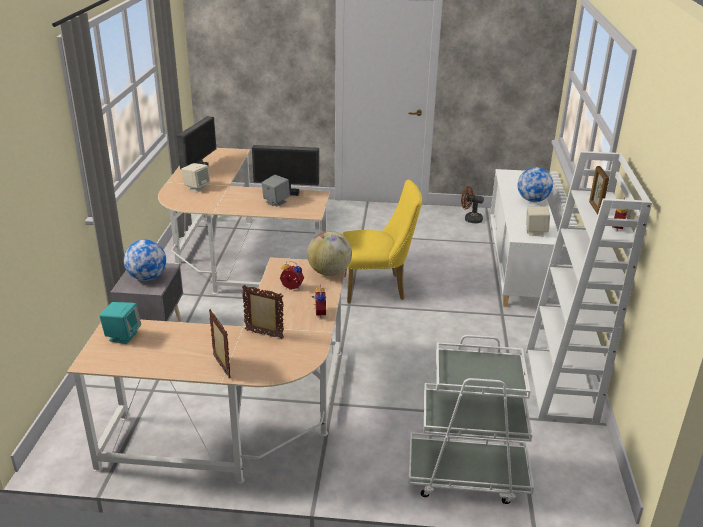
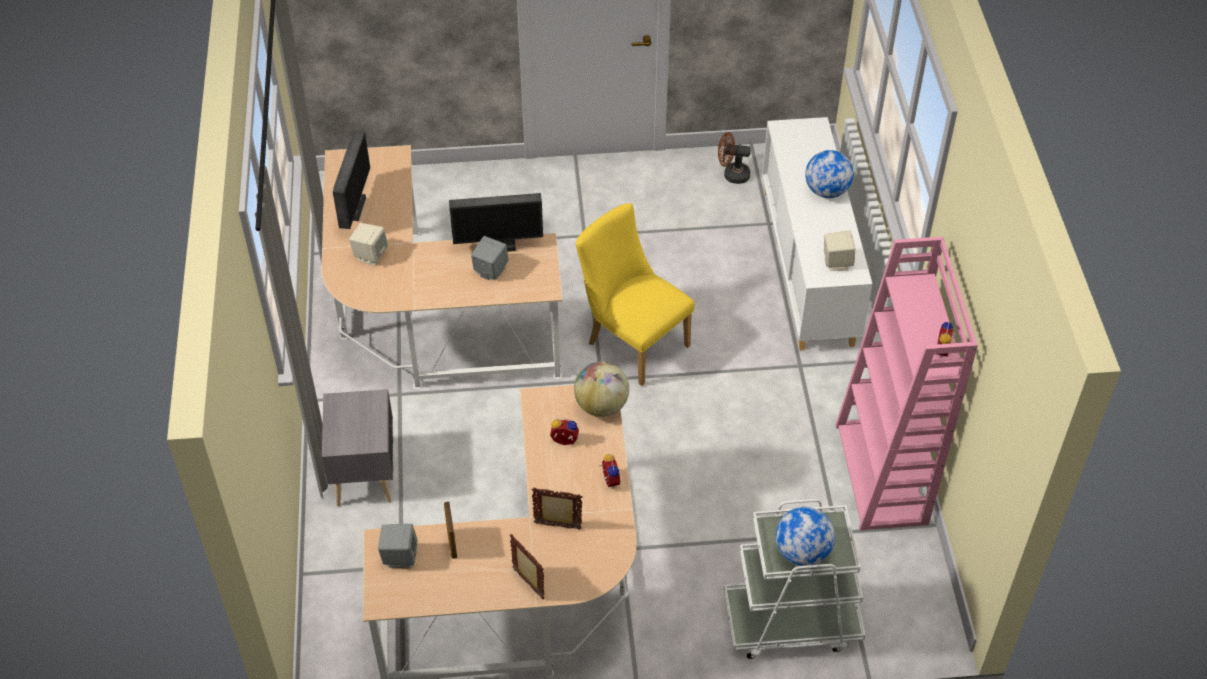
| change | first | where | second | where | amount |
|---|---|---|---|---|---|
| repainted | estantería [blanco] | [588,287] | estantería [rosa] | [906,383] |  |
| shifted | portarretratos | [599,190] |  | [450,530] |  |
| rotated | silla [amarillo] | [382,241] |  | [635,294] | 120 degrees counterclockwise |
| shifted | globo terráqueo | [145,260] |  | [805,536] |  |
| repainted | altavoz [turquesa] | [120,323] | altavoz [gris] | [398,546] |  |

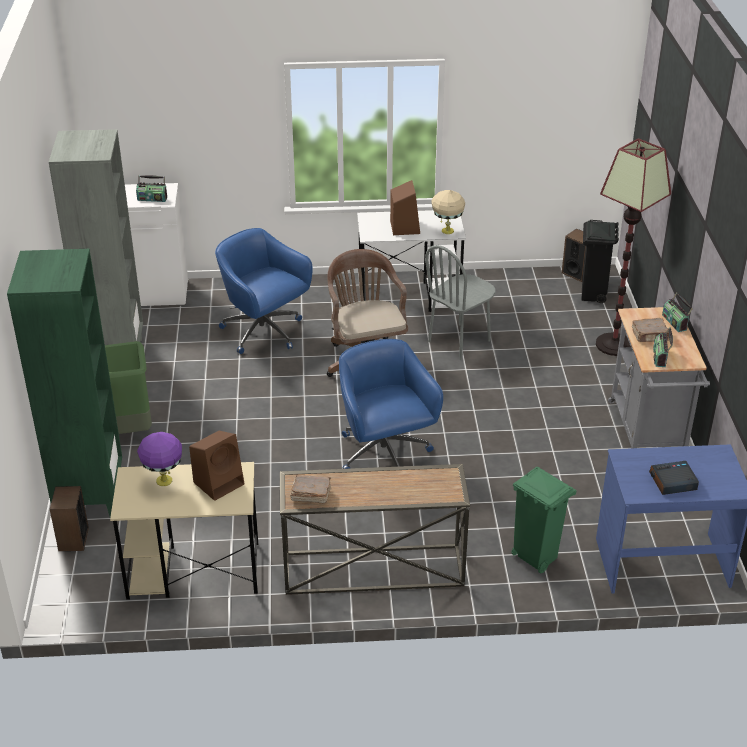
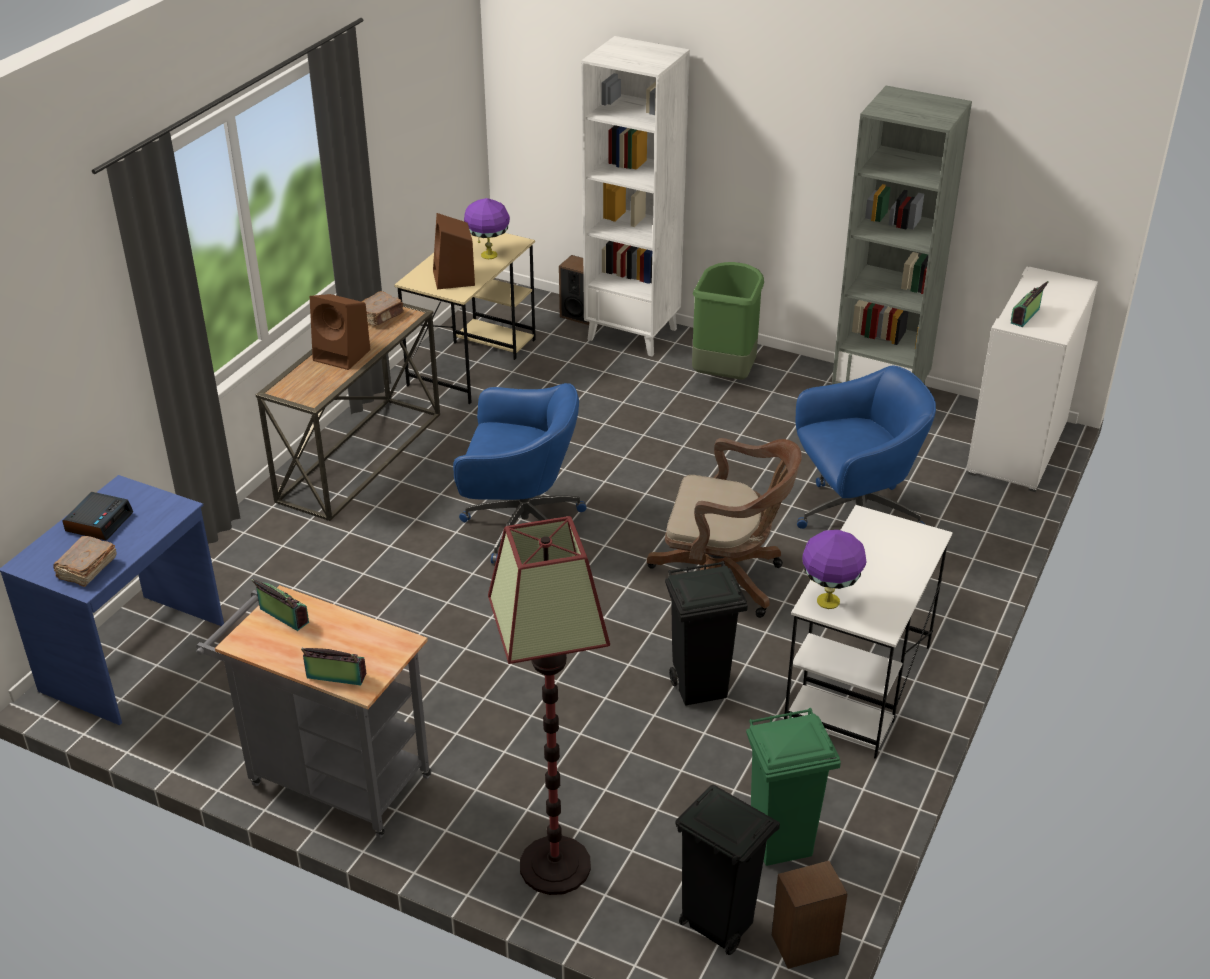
| change | first | where | second | where | amount |
|---|---|---|---|---|---|
| shifted | altavoz [marrón] | [405,207] |  | [340,332] |  |
| repainted | lámpara de mesa [beis] | [448,212] | lámpara de mesa [morado] | [834,569] |  |
| swapped | silla [gris] | [460,302] | papelera [negro] | [706,633] |  |
| repainted | estantería [verde] | [64,383] | estantería [blanco] | [635,196] |  |
| shifted | libro [marrón] | [650,330] |  | [84,561] |  |
| shifted | papelera [verde] | [544,520] |  | [793,787] |  |

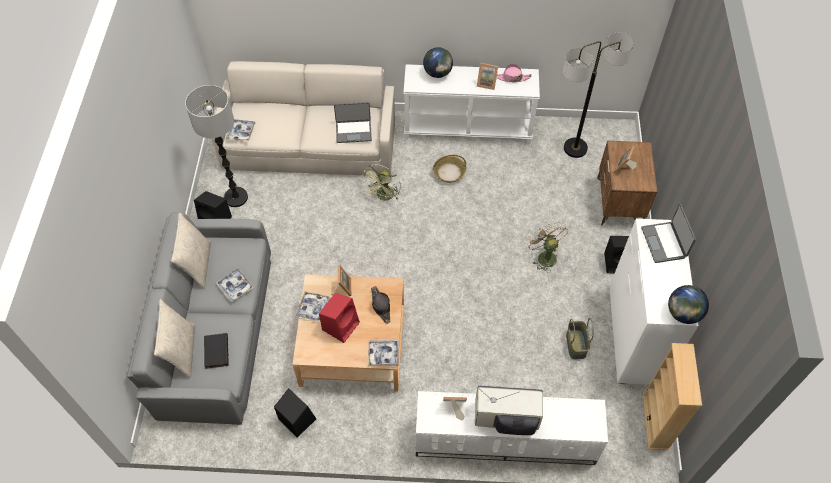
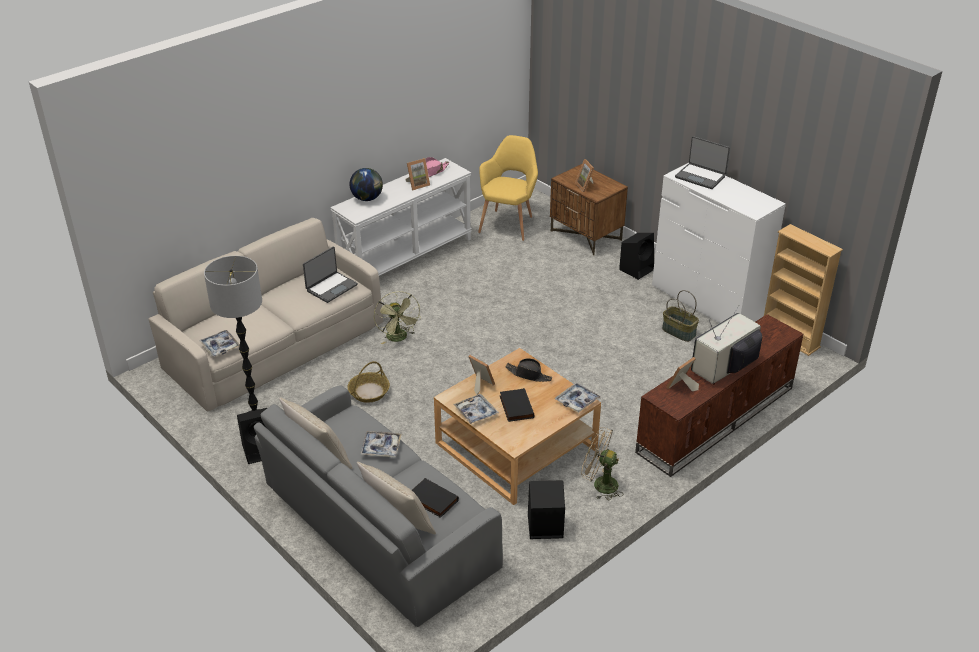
| change | first | where | second | where | amount |
|---|---|---|---|---|---|
| swapped | lámpara de pie | [598,95] | sillón [amarillo] | [508,188] |  |
| shifted | cesta | [449,169] |  | [369,382] |  |
| shifted | ventilador [beis] | [547,247] |  | [602,463] |  |
| gone | globo terráqueo | [688,304] |  |  |  |
| swapped | altavoz [rojo] | [339,318] | libro [negro] | [517,405] |  |
| repainted | mueble de televisión [blanco] | [512,428] | mueble de televisión [marrón] | [719,395] |  |

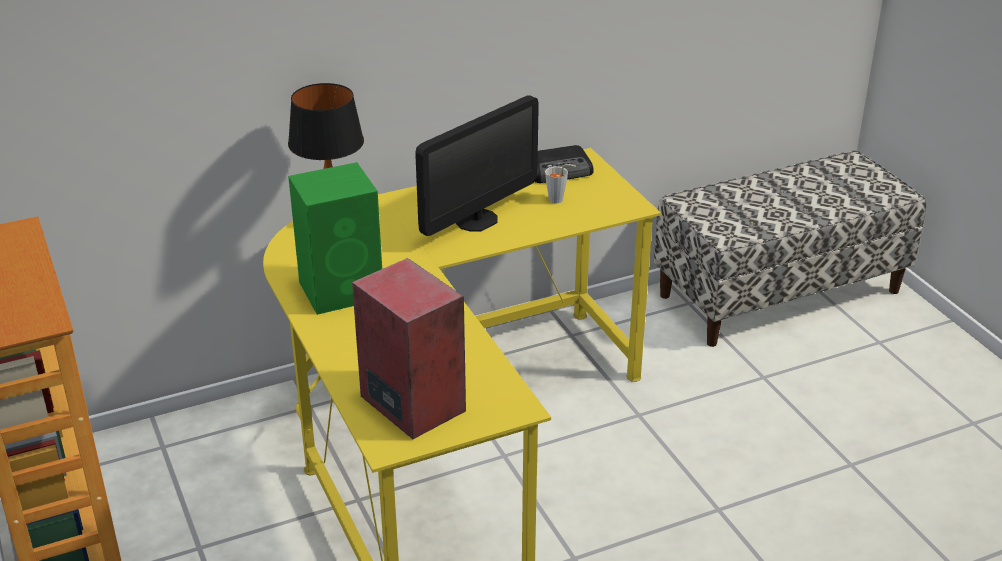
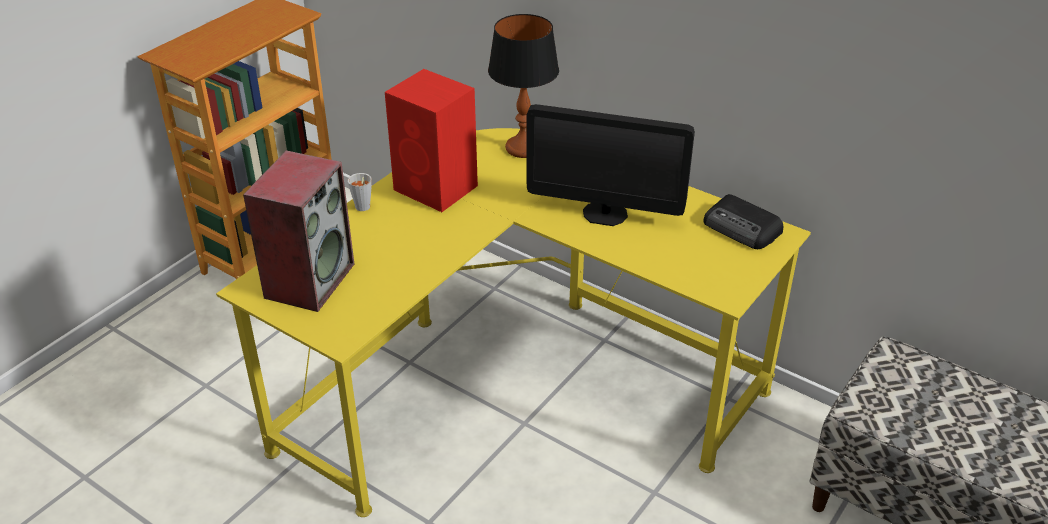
| change | first | where | second | where | amount |
|---|---|---|---|---|---|
| repainted | altavoz [verde] | [335,238] | altavoz [rojo] | [431,140] |  |
| shifted | taza [gris] | [560,183] |  | [360,192] |  |

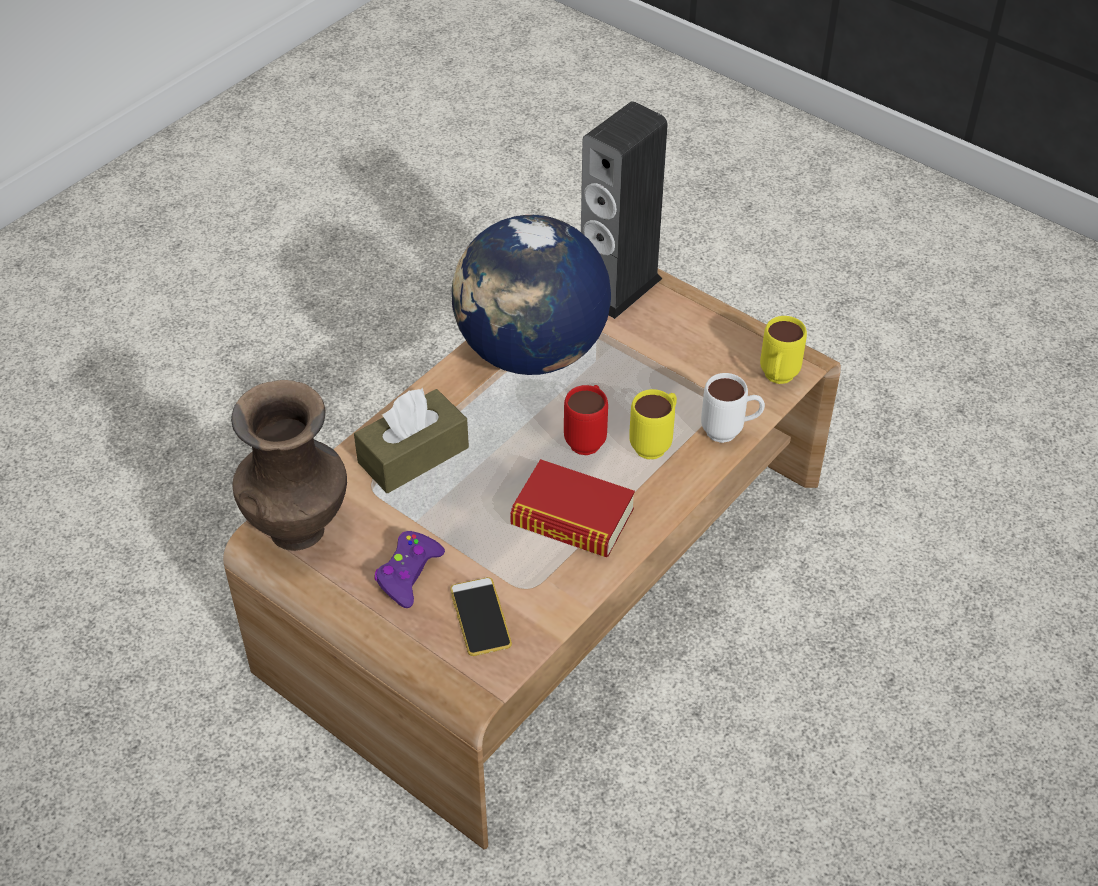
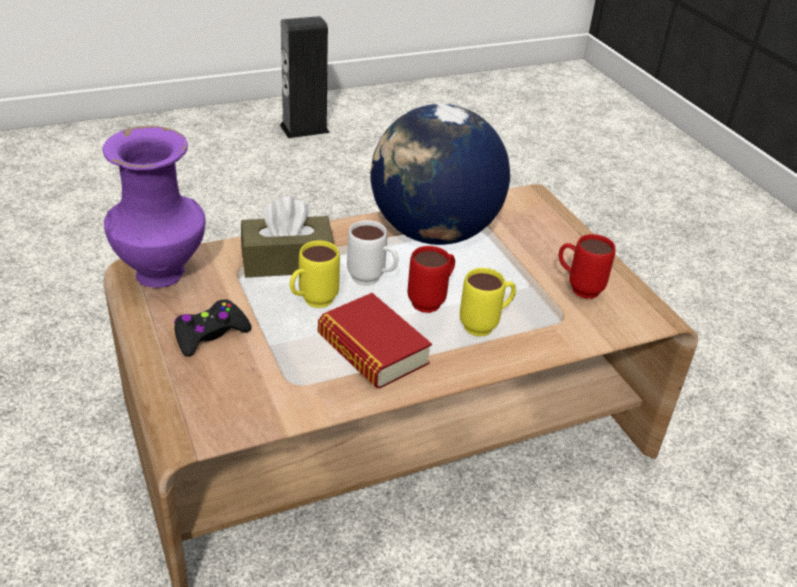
| change | first | where | second | where | amount |
|---|---|---|---|---|---|
| shifted | altavoz | [624,210] |  | [305,77] |  |
| shifted | taza grande [amarillo] | [783,350] |  | [315,274] |  |
| shifted | taza grande [blanco] | [733,408] |  | [372,252] |  |
| repainted | florero [marrón] | [289,465] | florero [morado] | [154,207] |  |
| repainted | mando de consola [morado] | [409,569] | mando de consola [negro] | [212,328] |  |
| gone | móvil | [481,616] |  |  |  |
| new |  |  | taza grande [rojo] | [587,266] |  |

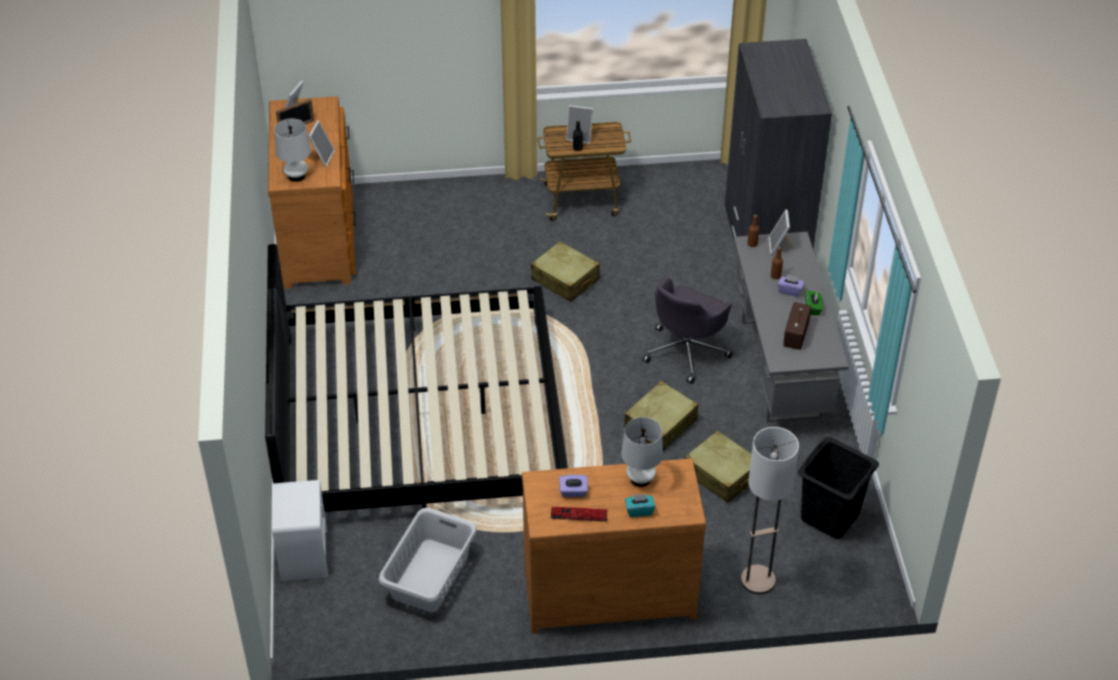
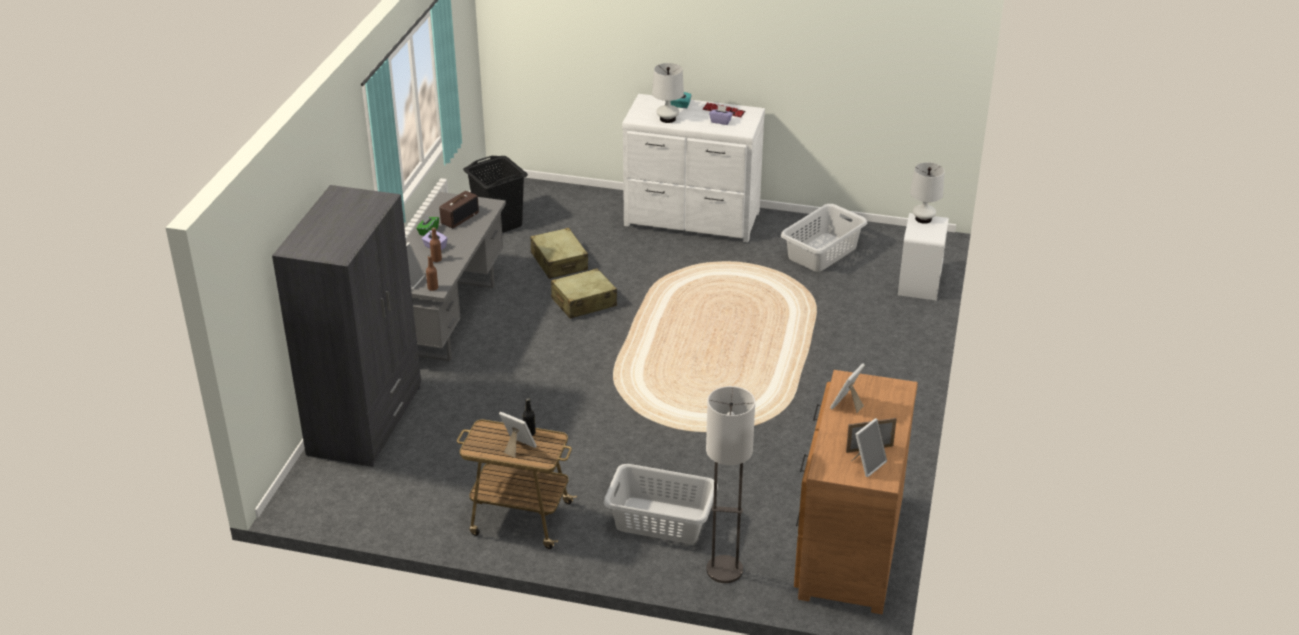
| change | first | where | second | where | amount |
|---|---|---|---|---|---|
| shifted | lámpara de mesa [blanco] | [292,150] |  | [927,193] |  |
| gone | maleta [beis] | [565,271] |  |  |  |
| gone | cama | [416,378] |  |  |  |
| gone | silla de oficina [gris] | [687,330] |  |  |  |
| shifted | lámpara de pie | [770,510] |  | [730,484] |  |
| repainted | cómoda [marrón] | [614,545] | cómoda [blanco] | [693,168] |  |
| new |  |  | cesto de la ropa [gris] | [661,504] |  |

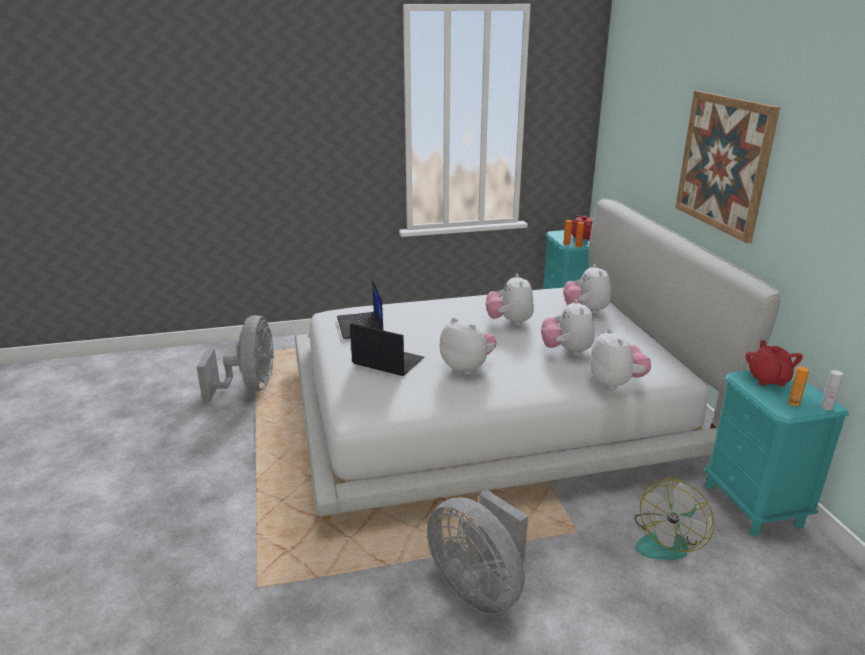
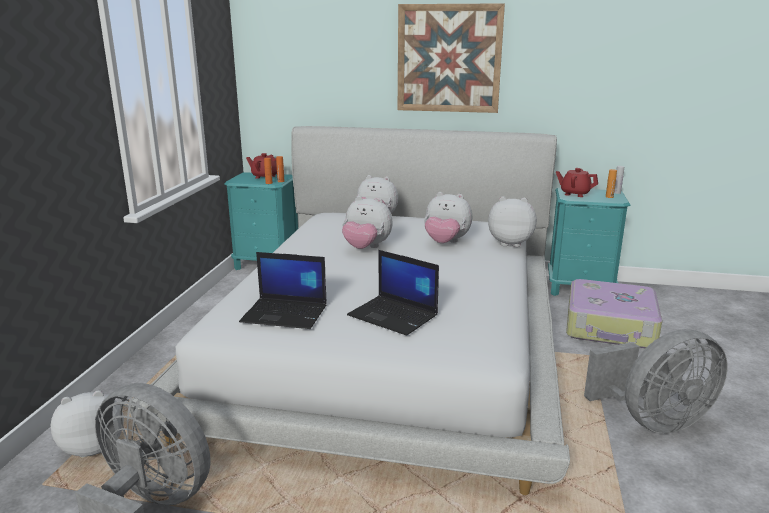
| change | first | where | second | where | amount |
|---|---|---|---|---|---|
| shifted | peluche | [468,346] |  | [87,423] |  |
| rotated | portátil | [387,349] |  | [393,293] | 105 degrees counterclockwise |
| swapped | ventilador | [674,519] | maleta | [614,314] |  |

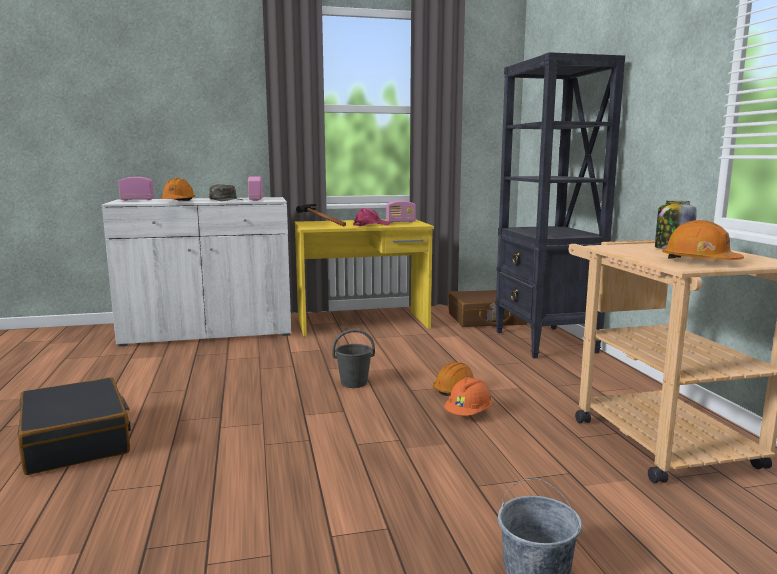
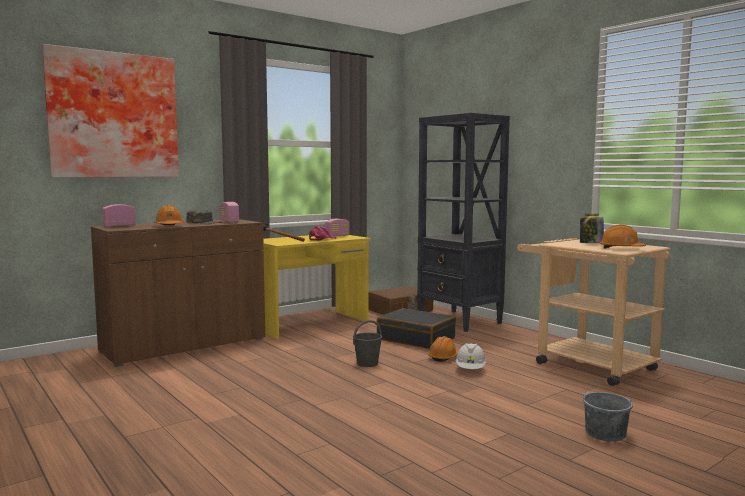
| change | first | where | second | where | amount |
|---|---|---|---|---|---|
| repainted | armario [blanco] | [196,272] | armario [marrón] | [178,293] |  |
| shifted | maleta [negro] | [74,426] |  | [416,328] |  |
| repainted | casco [naranja] | [468,396] | casco [blanco] | [470,356] |  |
| new |  |  | cuadro | [110,111] |  |

